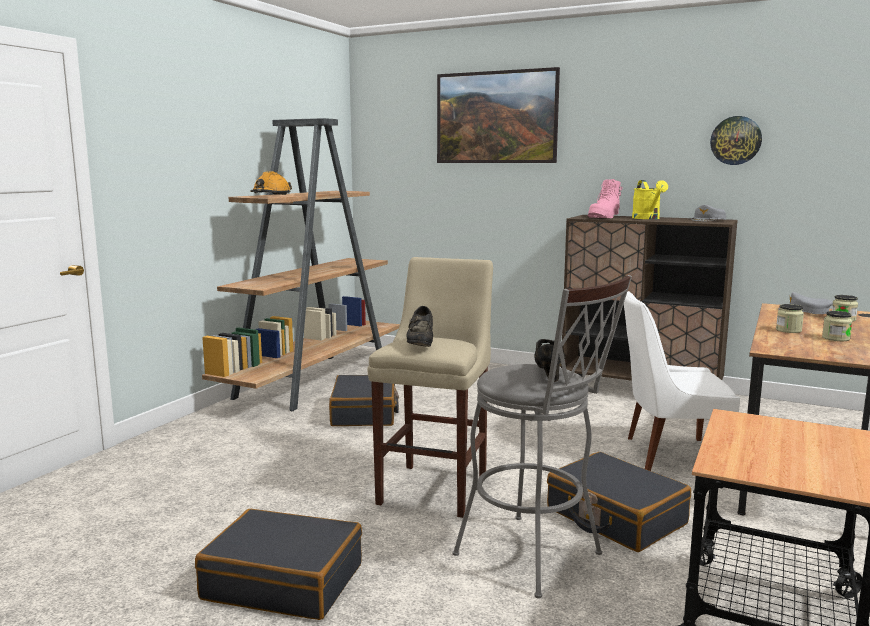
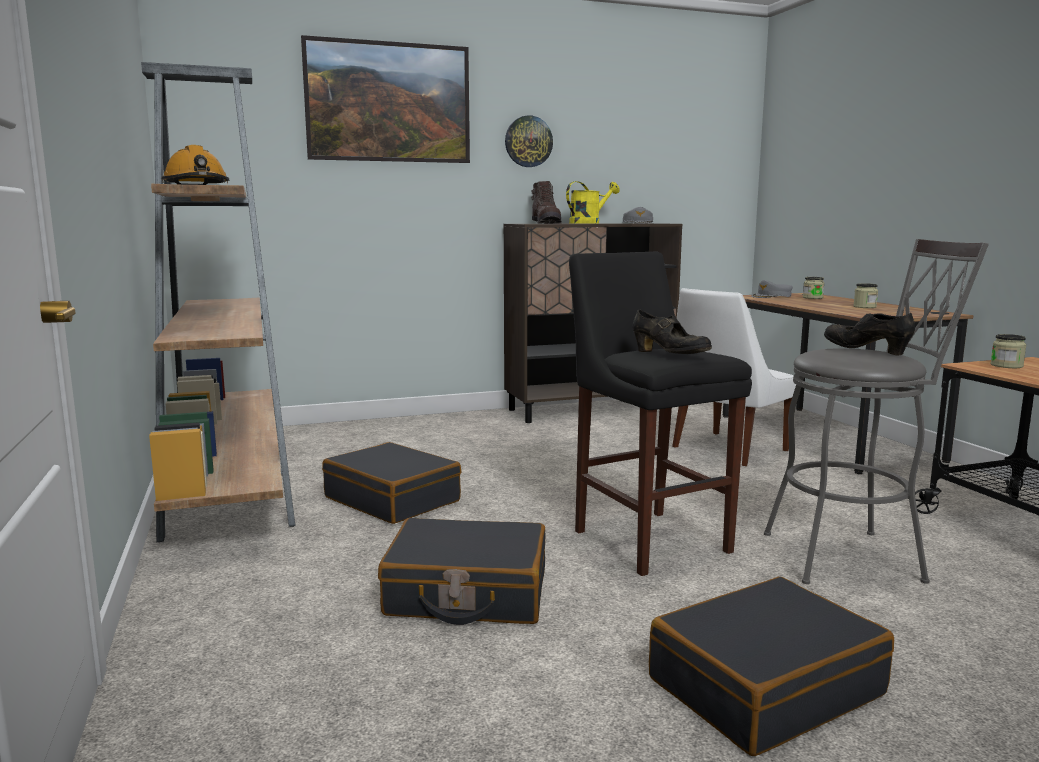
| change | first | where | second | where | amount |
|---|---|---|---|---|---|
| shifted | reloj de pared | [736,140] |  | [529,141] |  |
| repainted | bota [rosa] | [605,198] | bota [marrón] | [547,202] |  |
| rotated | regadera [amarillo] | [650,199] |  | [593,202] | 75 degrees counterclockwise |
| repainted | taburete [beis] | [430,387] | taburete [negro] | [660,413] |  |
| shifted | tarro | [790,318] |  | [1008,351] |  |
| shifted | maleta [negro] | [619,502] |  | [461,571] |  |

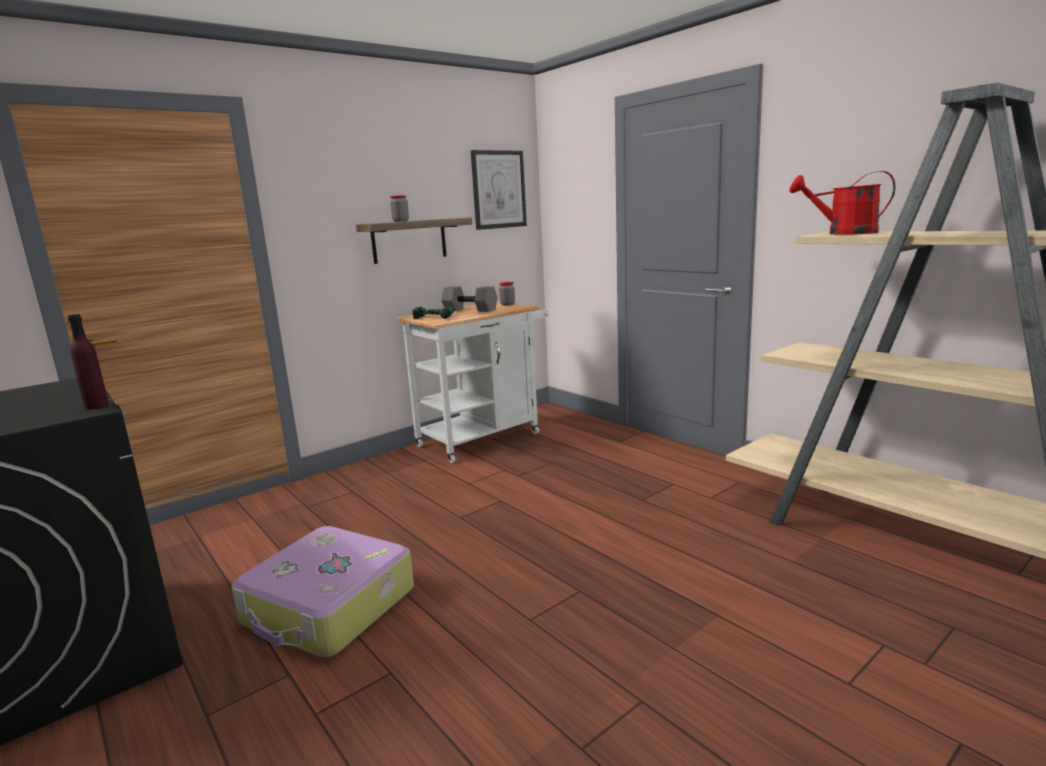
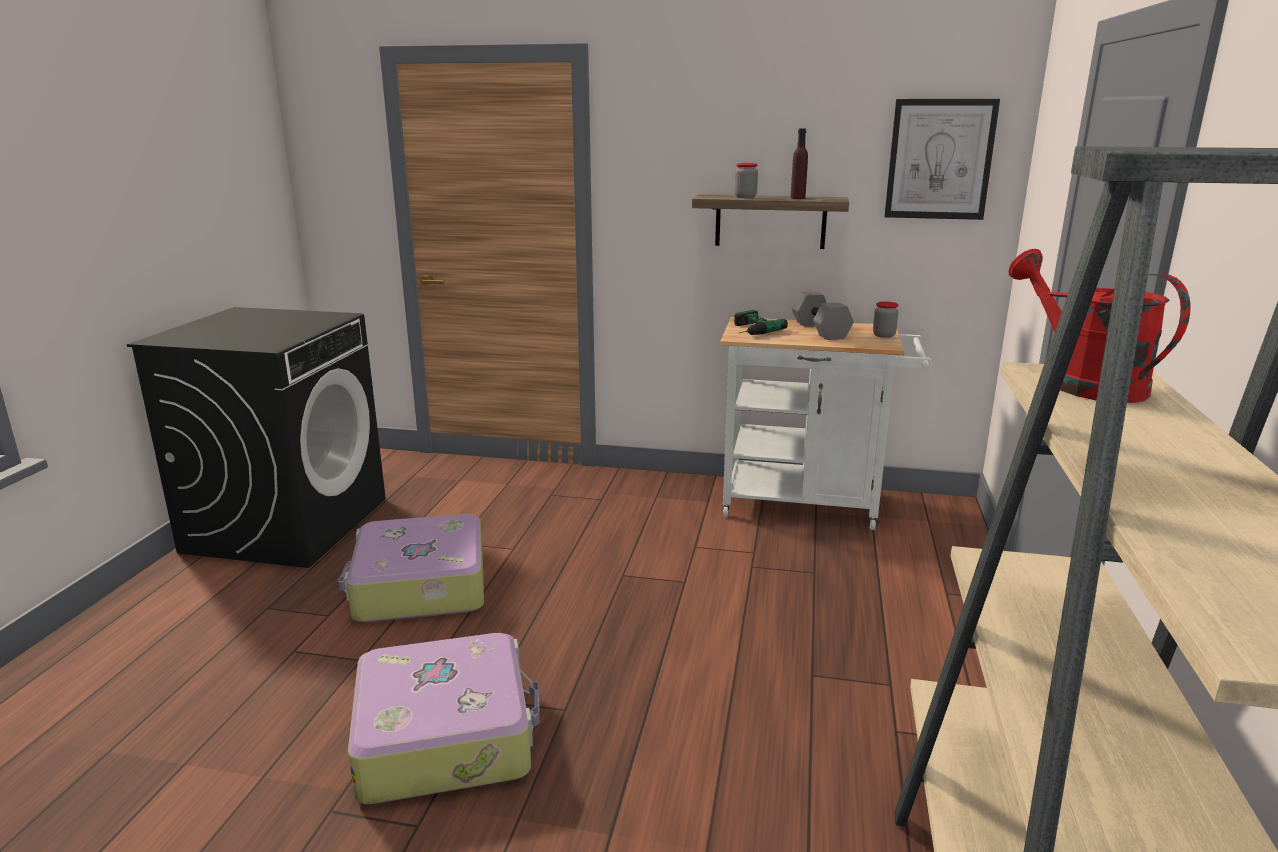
| change | first | where | second | where | amount |
|---|---|---|---|---|---|
| shifted | botella [morado] | [88,362] |  | [799,163] |  |
| new |  |  | maleta | [444,718] |  |

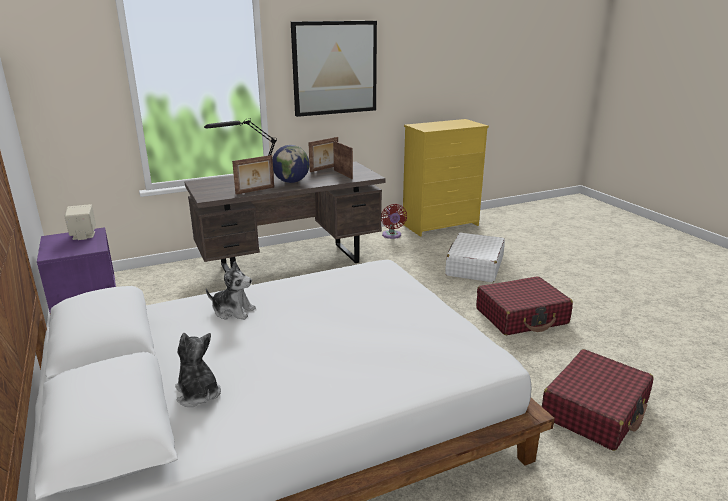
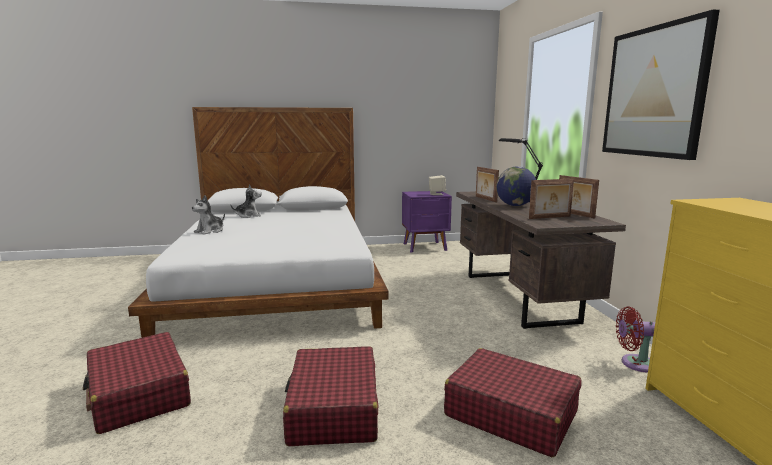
| change | first | where | second | where | amount |
|---|---|---|---|---|---|
| repainted | maleta [blanco] | [475,257] | maleta [rojo] | [512,402] |  |
| shifted | peluche | [231,291] |  | [208,215] |  |

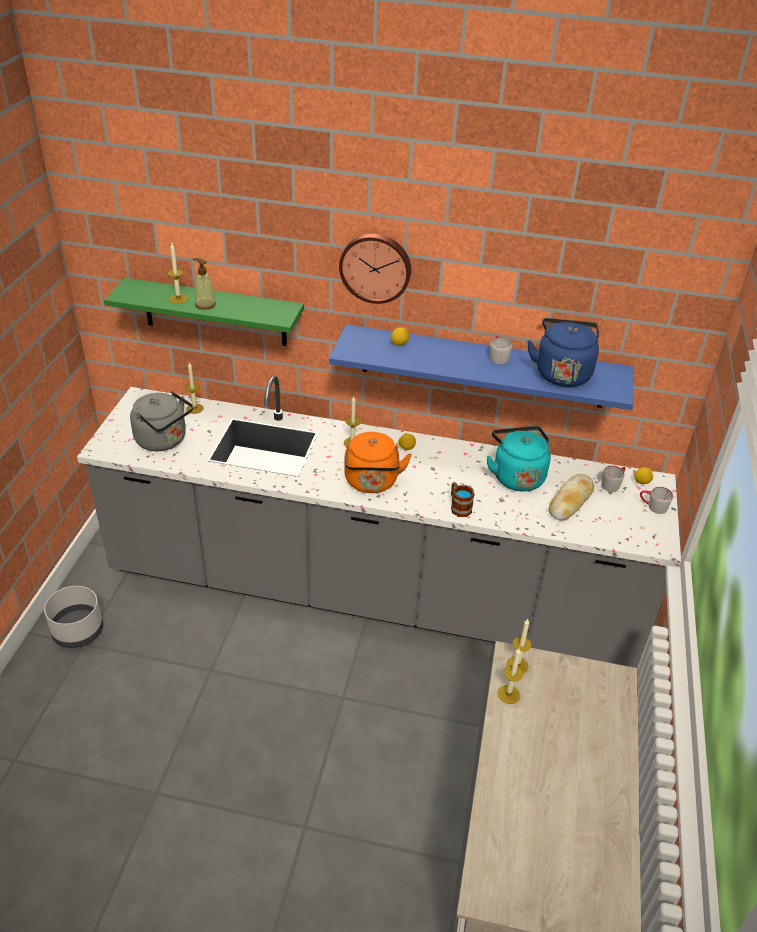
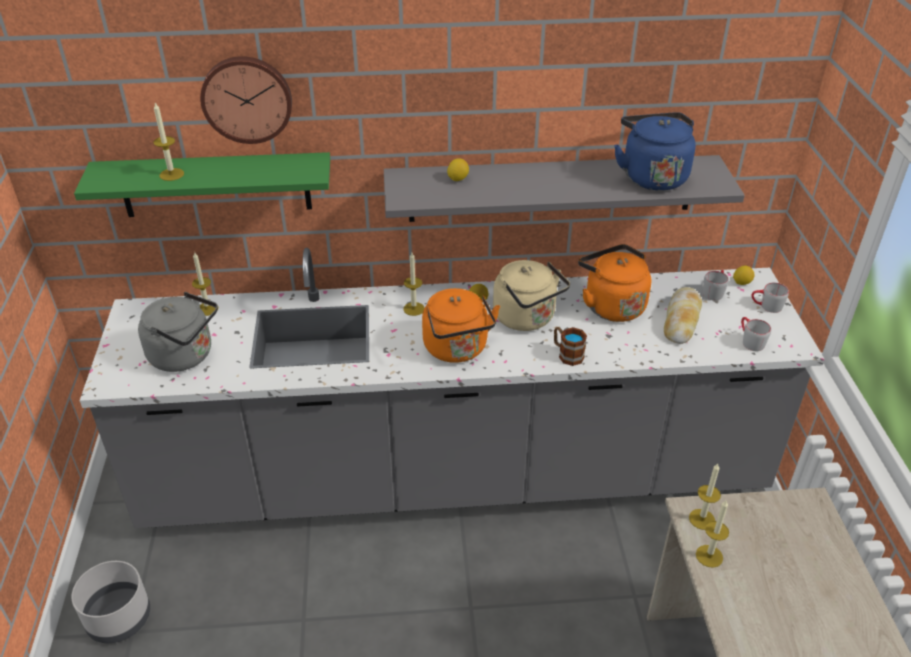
| change | first | where | second | where | amount |
|---|---|---|---|---|---|
| shifted | reloj de pared | [375,269] |  | [246,100] |  |
| gone | dispensador de jabón | [204,284] |  |  |  |
| repainted | estante [azul] | [481,367] | estante [gris] | [564,188] |  |
| shifted | taza grande [gris] | [501,350] |  | [756,334] |  |
| repainted | hervidor [turquesa] | [518,458] | hervidor [naranja] | [615,283] |  |
| new |  |  | hervidor [beis] | [531,295] |  |

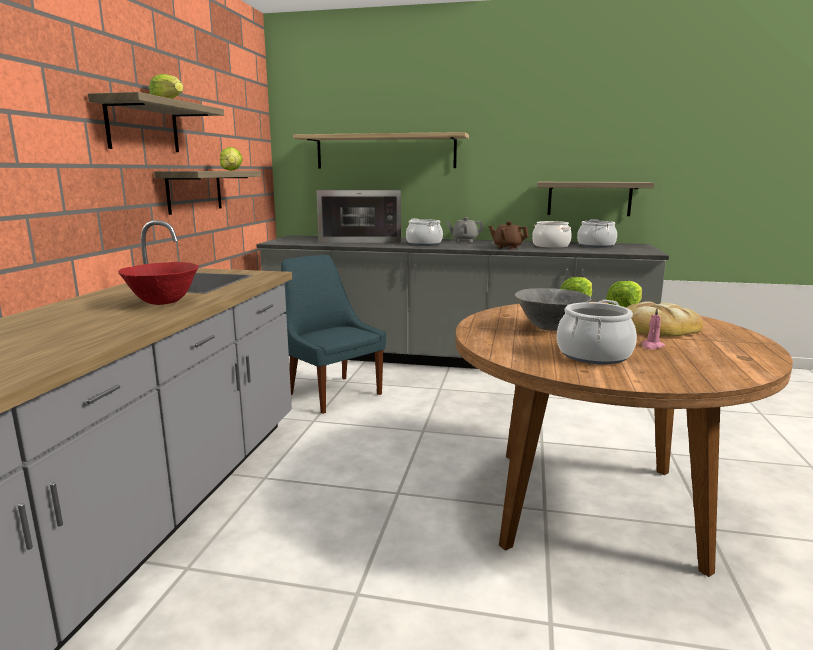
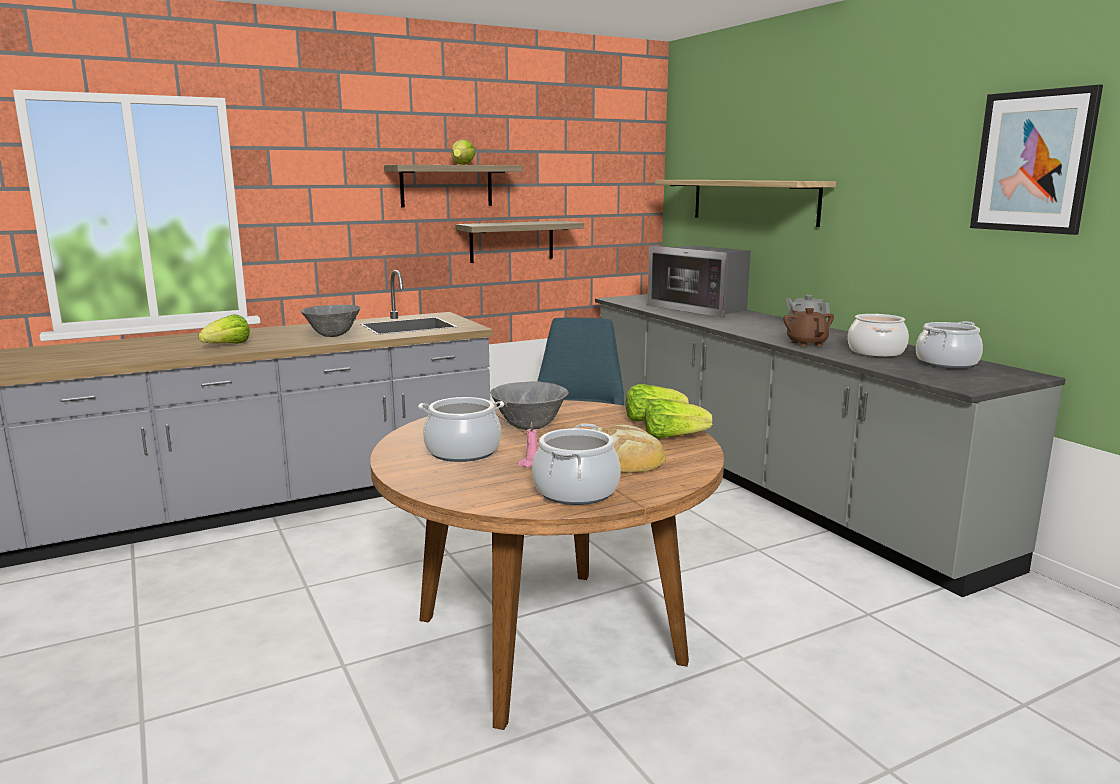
| change | first | where | second | where | amount |
|---|---|---|---|---|---|
| shifted | lechuga | [231,159] |  | [224,329] |  |
| gone | estante | [595,199] |  |  |  |
| shifted | olla | [424,232] |  | [576,464] |  |
| repainted | cuenco [rojo] | [158,283] | cuenco [gris] | [330,321] |  |
| new |  |  | cuadro | [1036,159] |  |

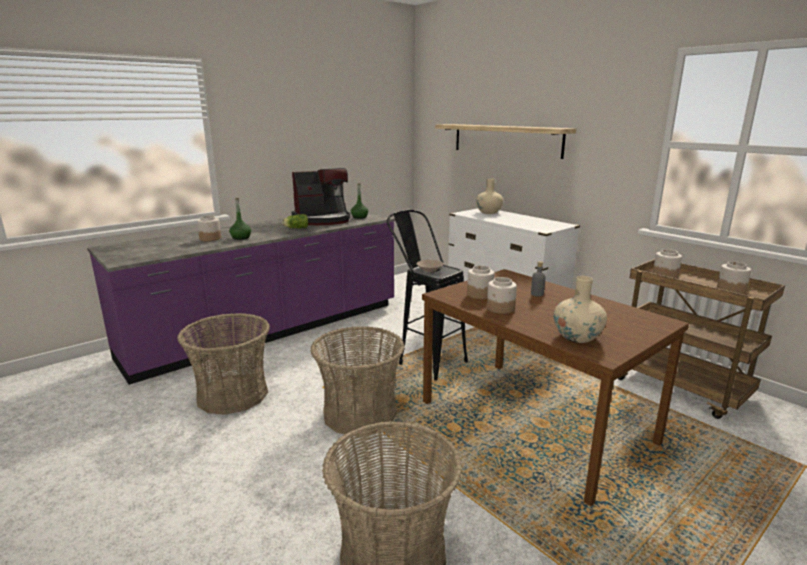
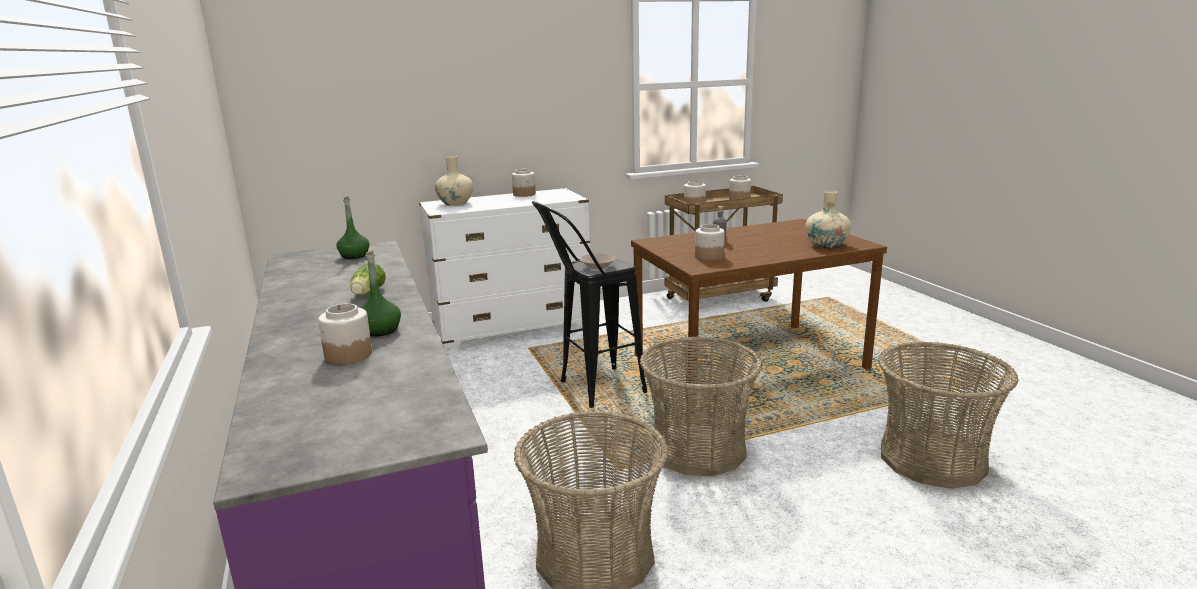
| change | first | where | second | where | amount |
|---|---|---|---|---|---|
| gone | estante | [505,141] |  |  |  |
| gone | cafetera | [321,196] |  |  |  |
| shifted | tarro | [502,295] |  | [524,183] |  |

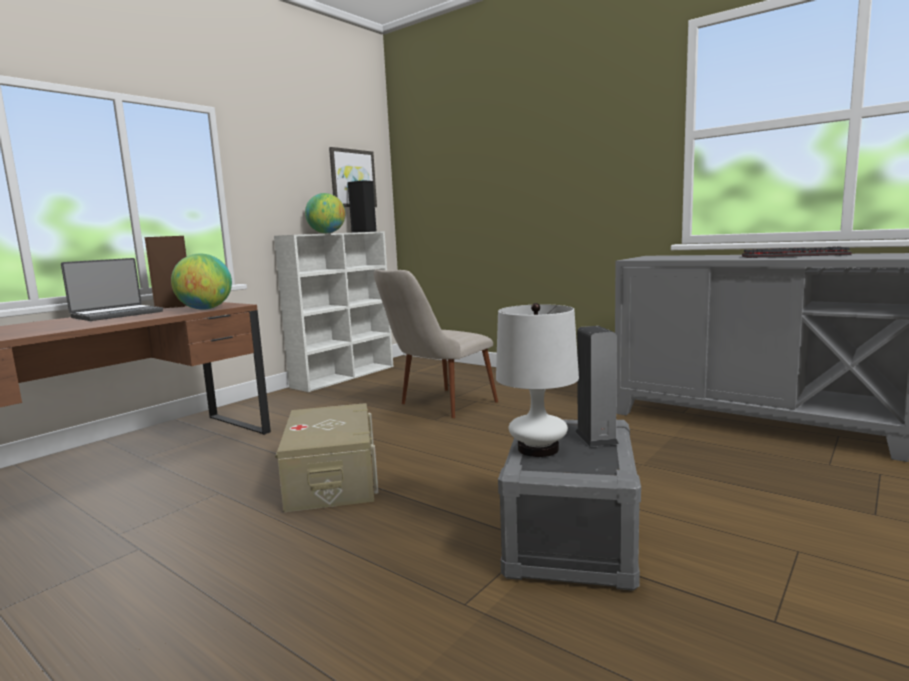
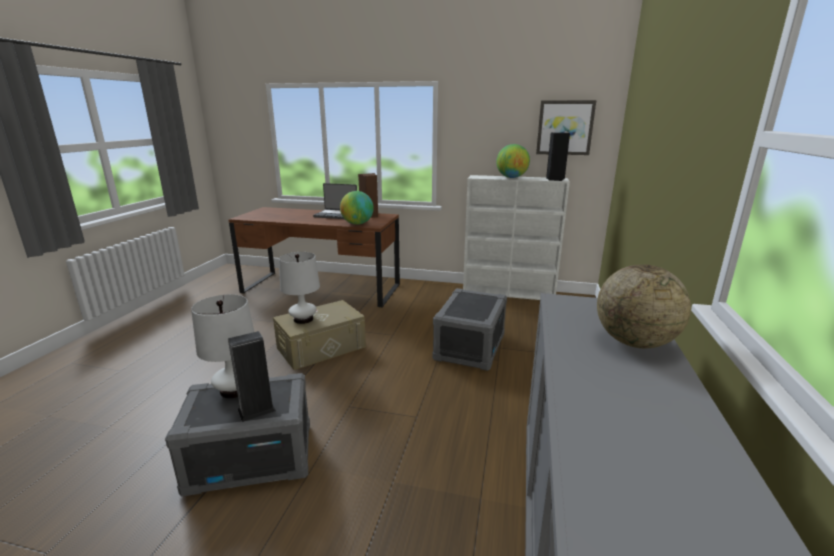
| change | first | where | second | where | amount |
|---|---|---|---|---|---|
| gone | teclado | [797,252] |  |  |  |
| swapped | silla [beis] | [436,343] | caja de almacenaje [gris] | [470,329] |  |
| new |  |  | lámpara de mesa [blanco] | [299,288] |  |
| new |  |  | globo terráqueo | [644,306] |  |

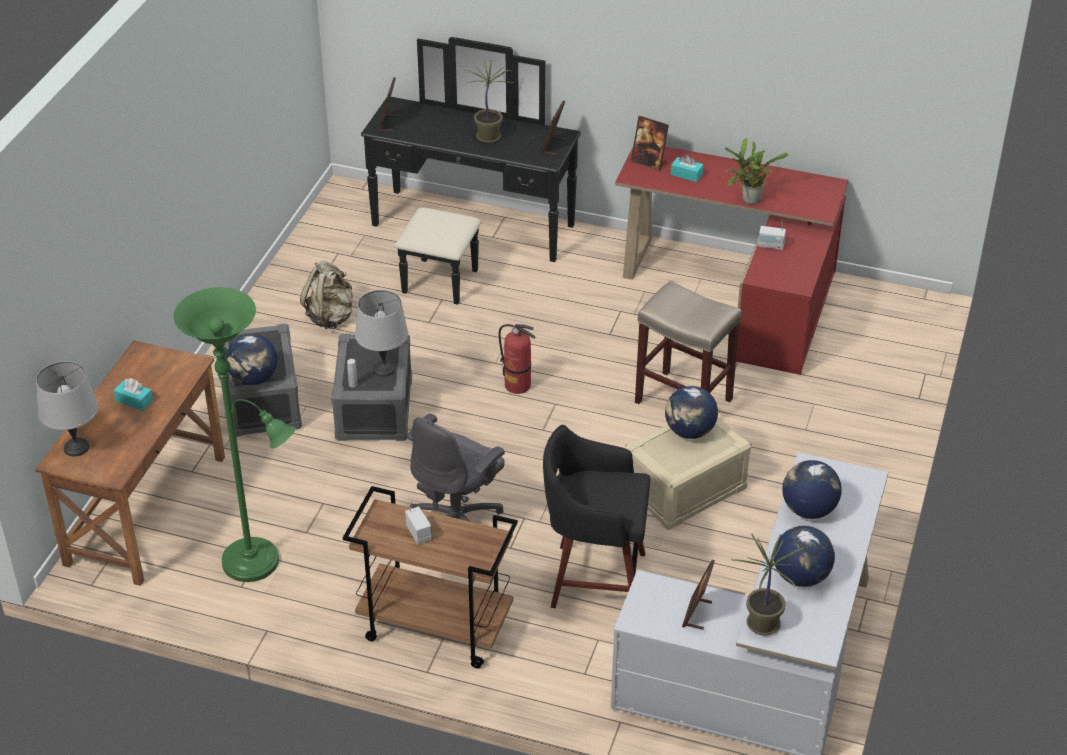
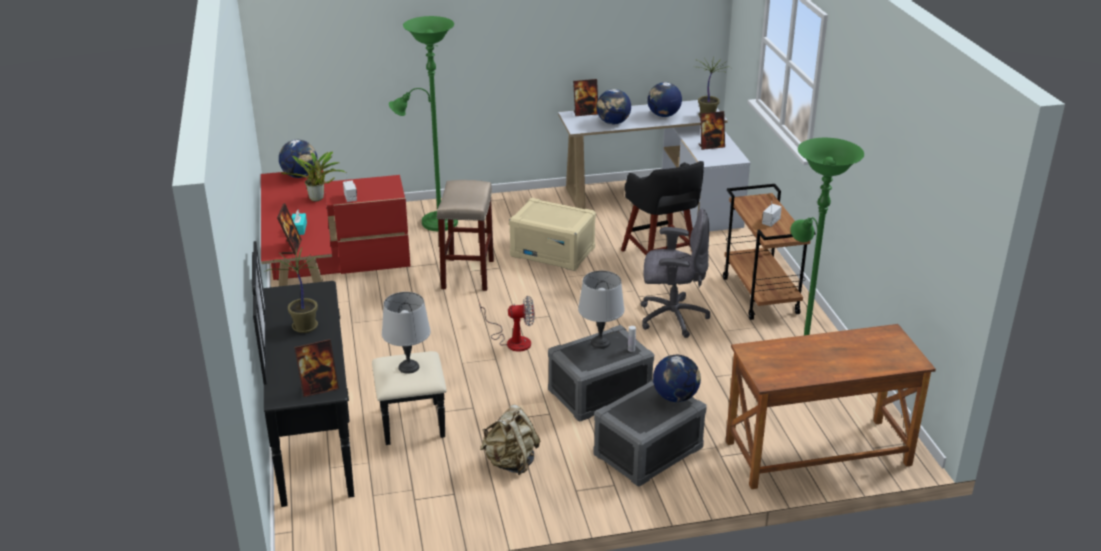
| change | first | where | second | where | amount |
|---|---|---|---|---|---|
| shifted | portarretratos | [552,128] |  | [585,97] |  |
| swapped | extintor | [517,359] | ventilador | [507,324] |  |
| shifted | lámpara de mesa [gris] | [67,409] |  | [406,333] |  |
| gone | caja de pañuelos [turquesa] | [133,394] |  |  |  |
| shifted | globo terráqueo | [691,412] |  | [298,159] |  |
| new |  |  | lámpara de pie [verde] | [423,123] |  |

